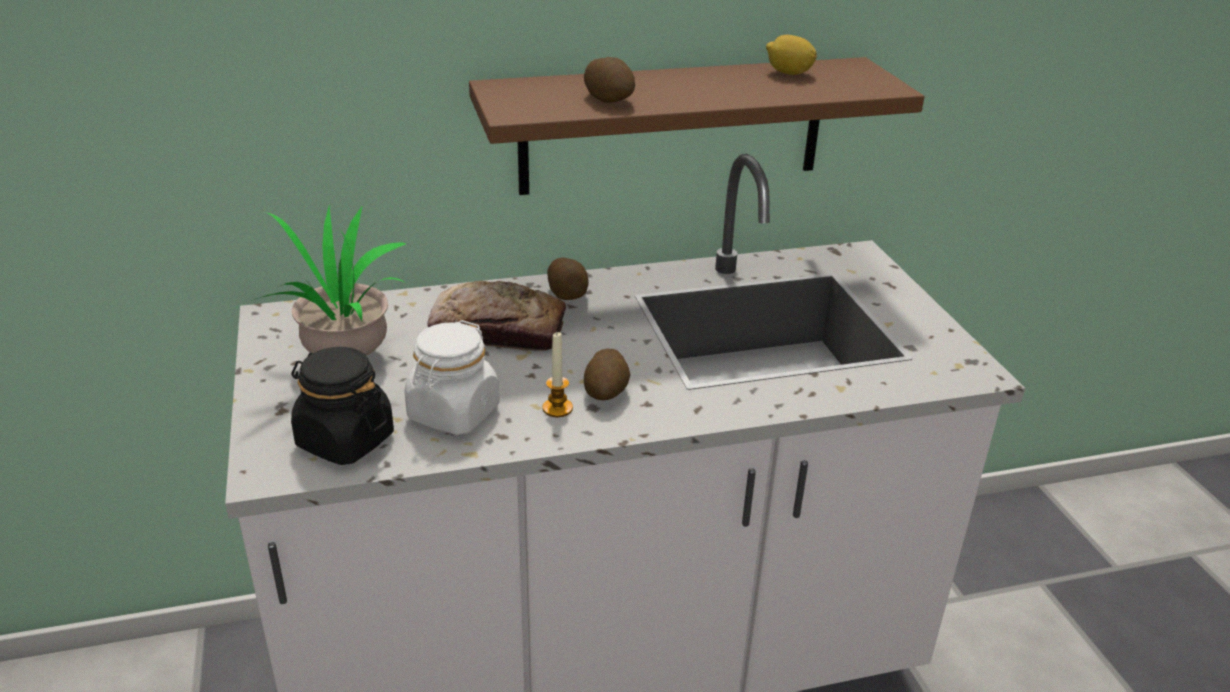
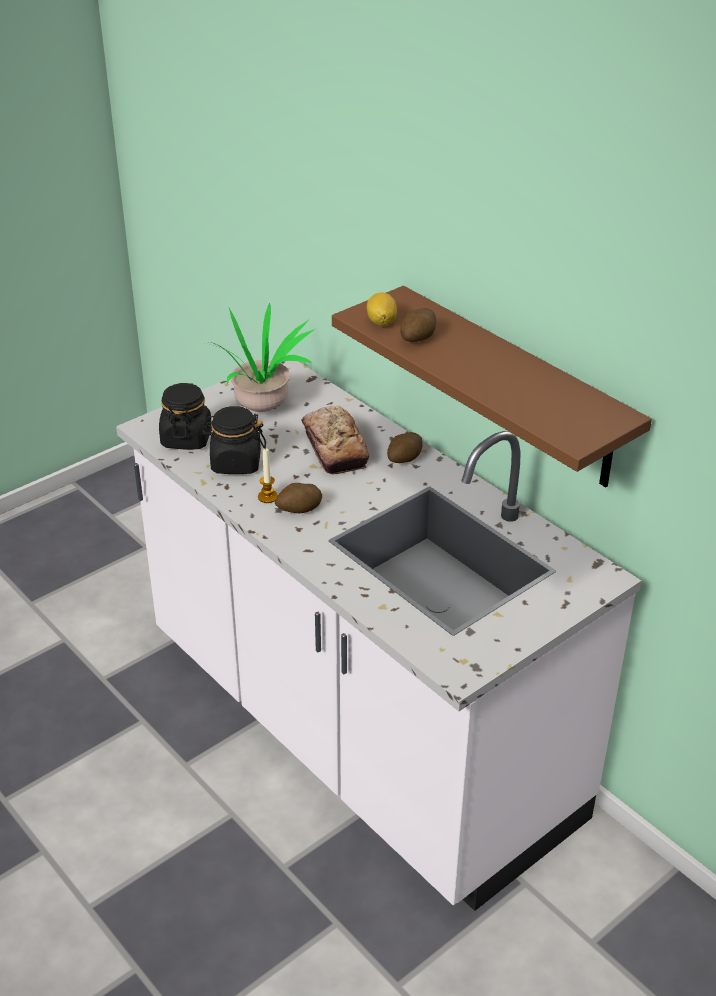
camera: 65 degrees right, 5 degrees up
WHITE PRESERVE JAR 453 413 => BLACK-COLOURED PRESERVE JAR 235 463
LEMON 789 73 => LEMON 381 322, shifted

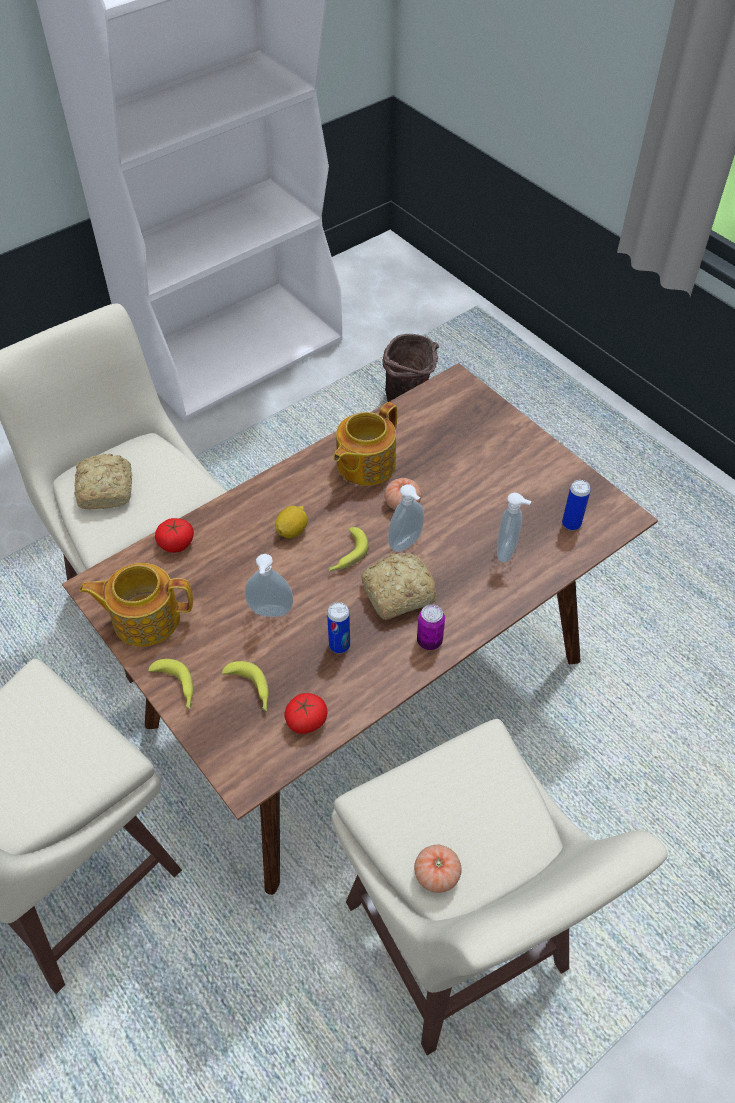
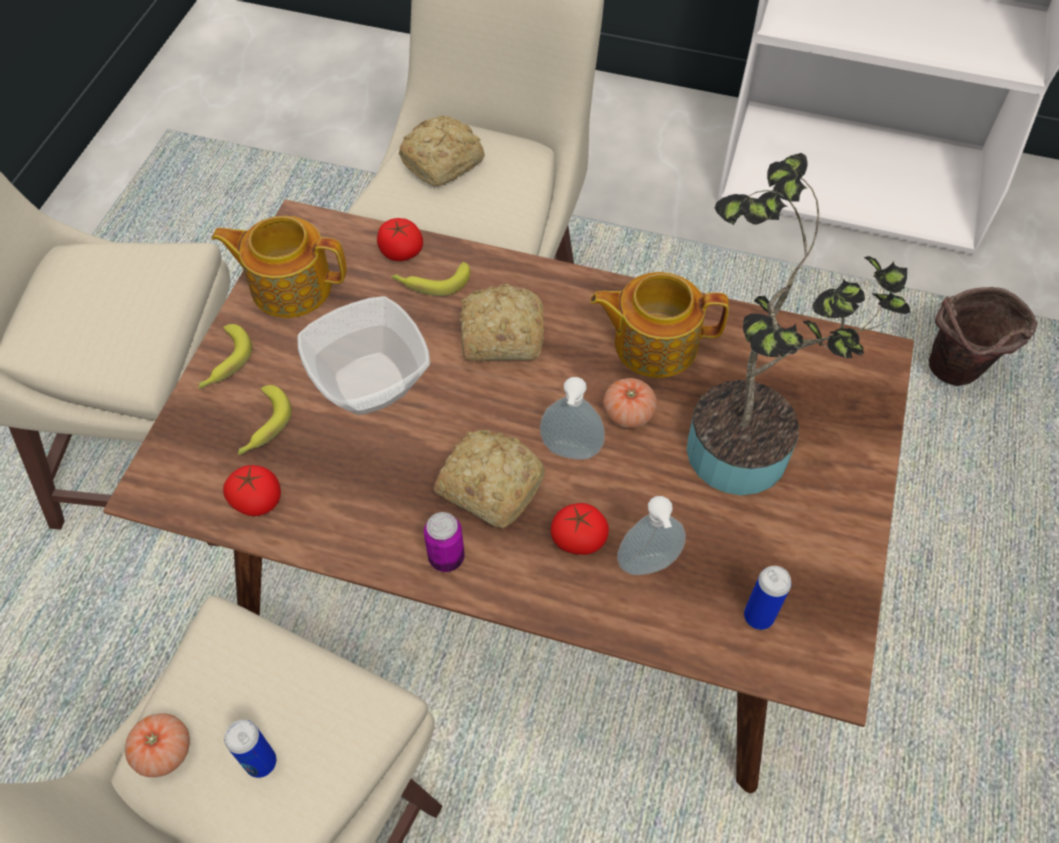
camera: 55 degrees right, 5 degrees up
TEAPOT 145 618 => TEAPOT 290 285, 45 degrees counterclockwise
SOAP DISPENSER 270 613 => SERVING BOWL 372 384
LEMON 292 530 => BAKERY BREAD 499 335
SEALED CAN 339 645 => SEALED CAN 261 762, shifted
WHOLE BANANA 346 555 => WHOLE BANANA 431 282, shifted
nothing => WHOLE TOMATO 578 538
nothing => HOUSEPLANT 749 447

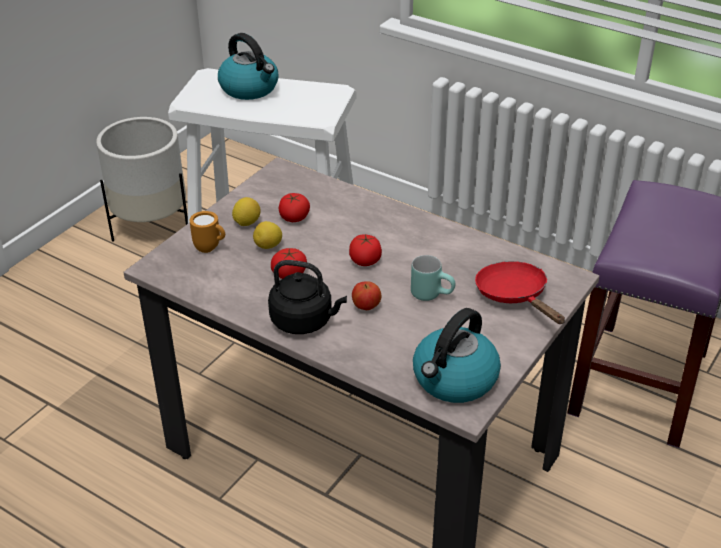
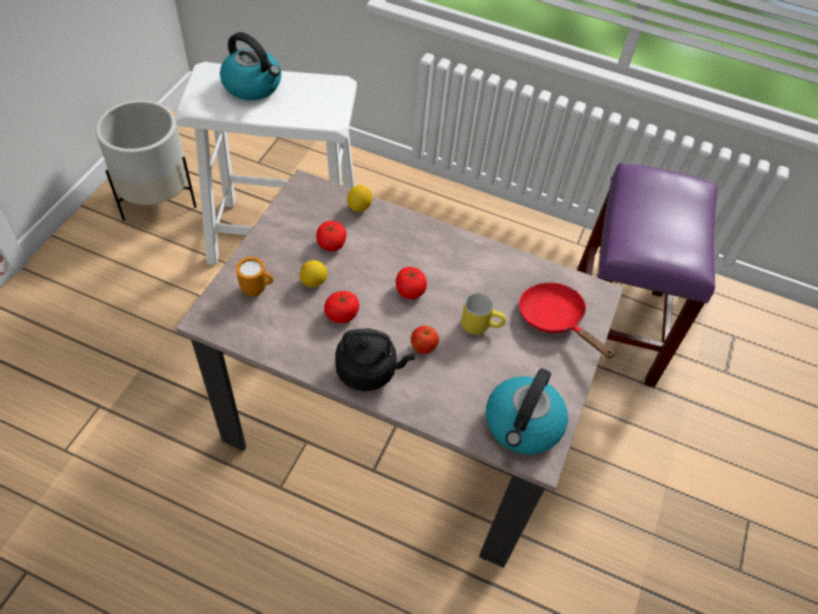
camera: 15 degrees left, 15 degrees up
LEMON 247 222 => LEMON 359 207, shifted
TURQUOISE TEA MUG 432 294 => YELLOWISH TEA MUG 481 325

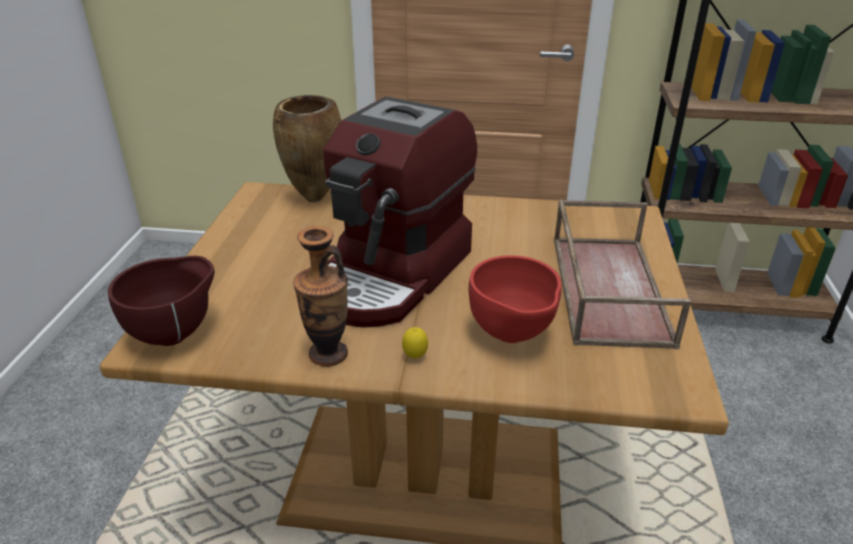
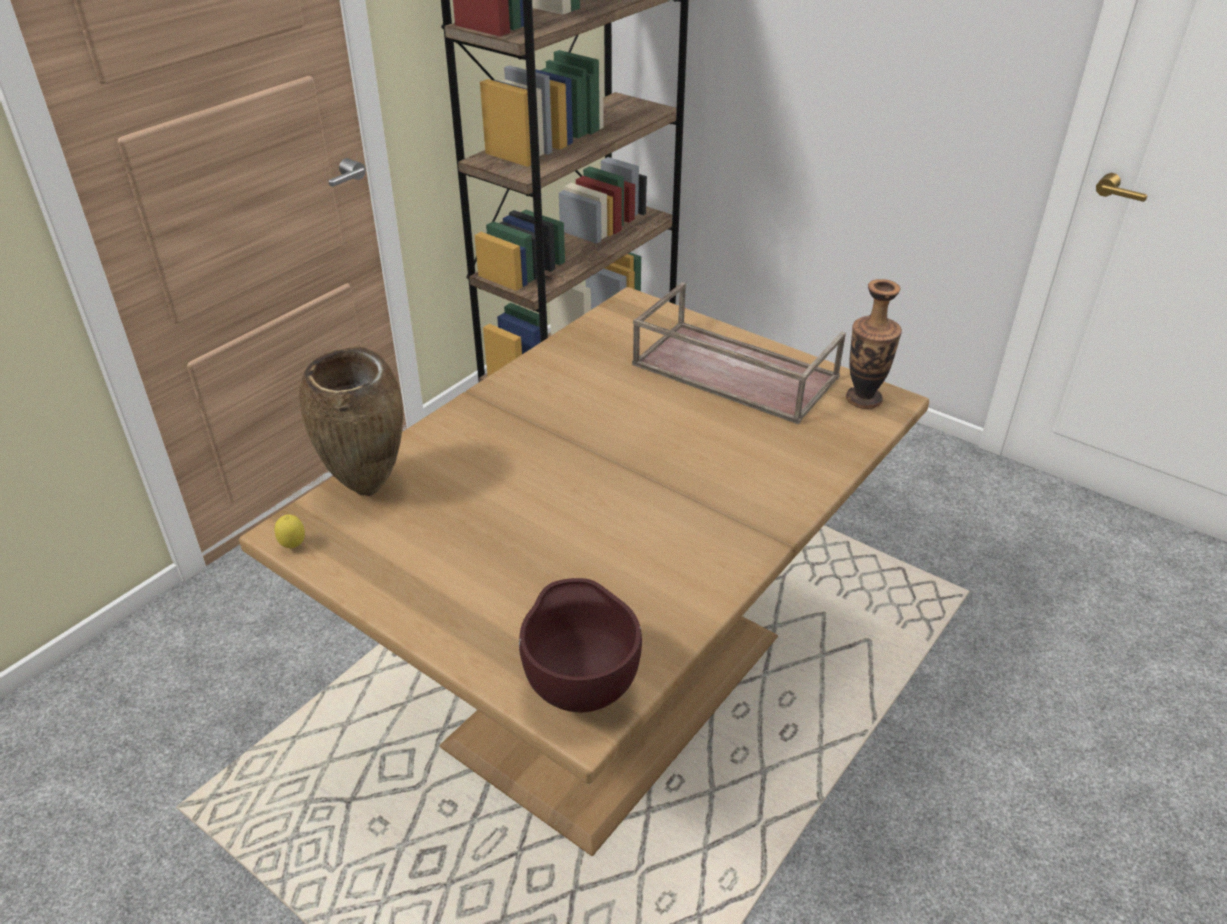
camera: 60 degrees left, 5 degrees up
VASE 328 354 => VASE 863 399, shifted
COFFEE MACHINE 393 275 => nothing
LEMON 415 357 => LEMON 293 546, shifted
RED-COLOURED SERVING BOWL 512 337 => nothing

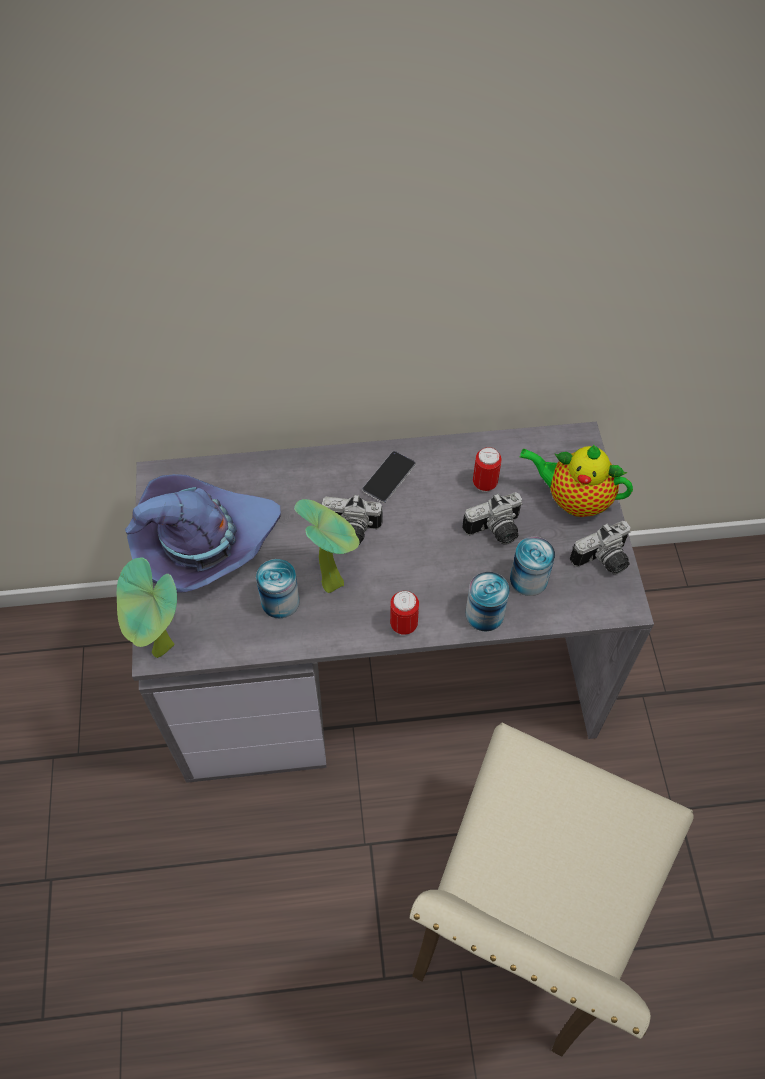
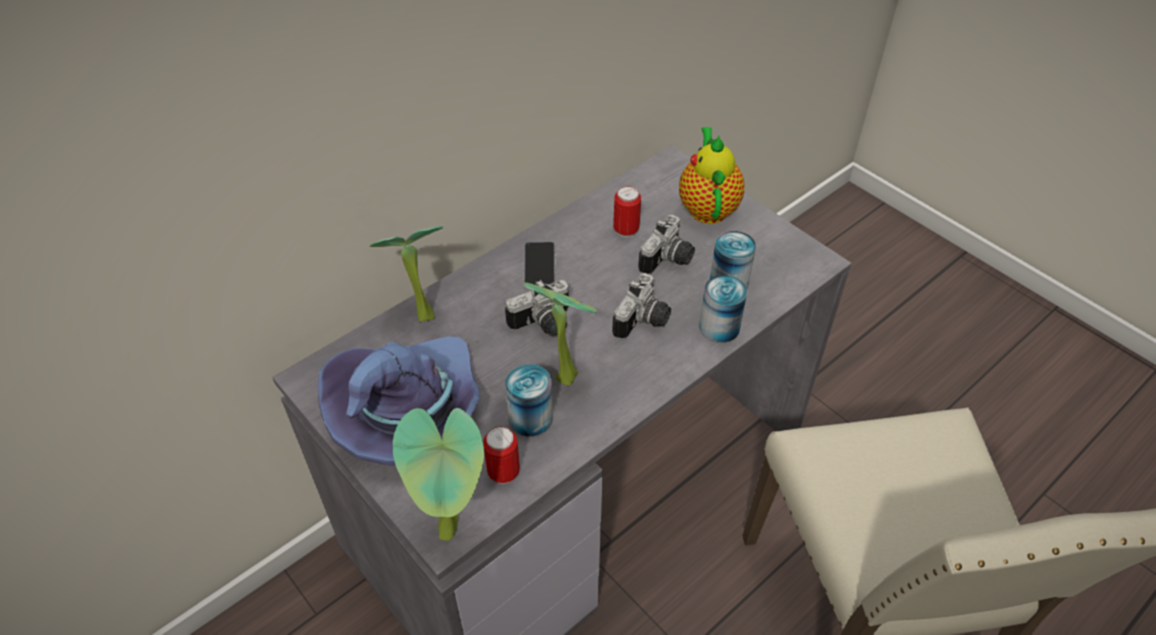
camera: 35 degrees left, 10 degrees down
SEALED CAN 403 625 => SEALED CAN 503 472, shifted
TEAPOT 573 499 => TEAPOT 707 207, 105 degrees clockwise
STILL CAMERA 603 561 => STILL CAMERA 644 322, shifted
nothing => HOUSEPLANT 420 313

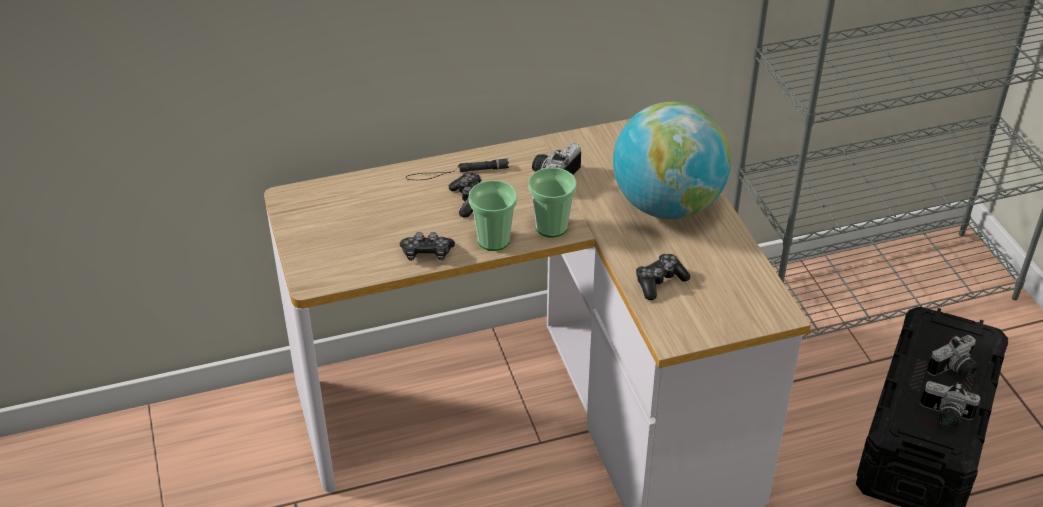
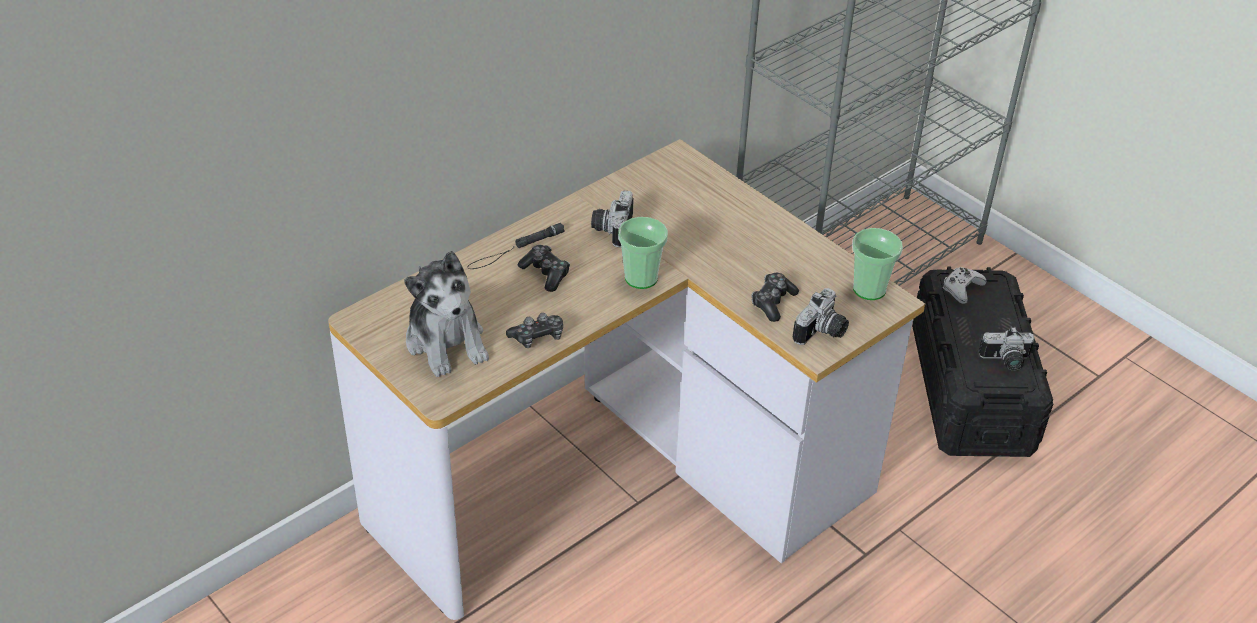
camera: 25 degrees left, 0 degrees up
CUP 493 240 => CUP 869 289, shifted
WORLD GLOBE 667 205 => nothing
STILL CAMERA 955 371 => STILL CAMERA 822 333, shifted
nothing => CUDDLY TOY 447 342
nothing => WHITE GAME CONTROLLER 961 288

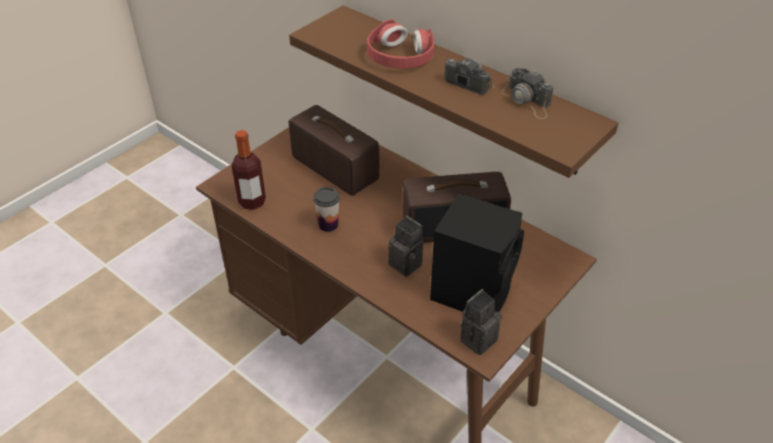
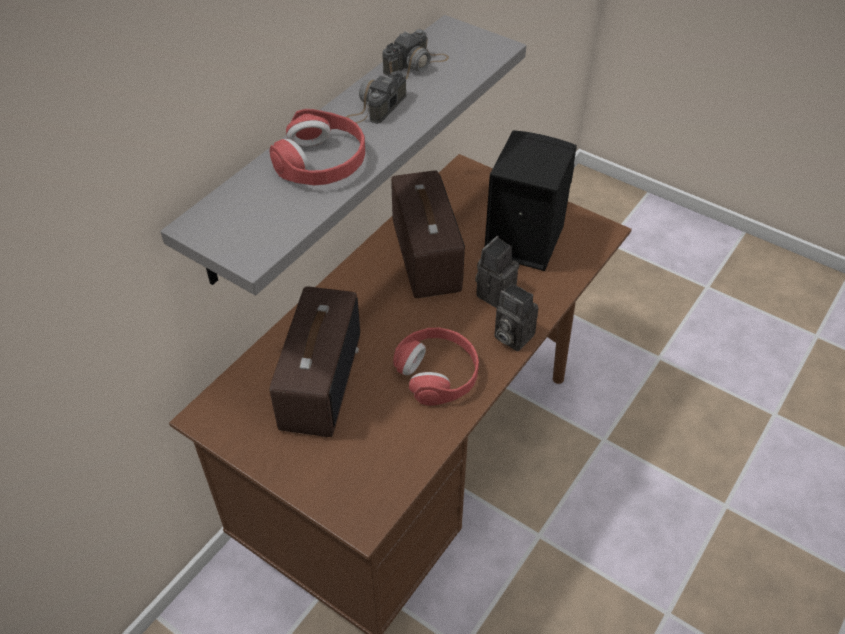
camera: 95 degrees left, 5 degrees up
BEVERAGE BOTTLE 252 202 => nothing
BROWN-COLOURED BRACKET SHELF 464 89 => GREYISH BRACKET SHELF 325 147
RADIO SET 333 168 => RADIO SET 319 380, 150 degrees clockwise
CUP 328 225 => RED-COLOURED PAIR OF HEADPHONES 437 373
STILL CAMERA 477 338 => STILL CAMERA 511 336, shifted

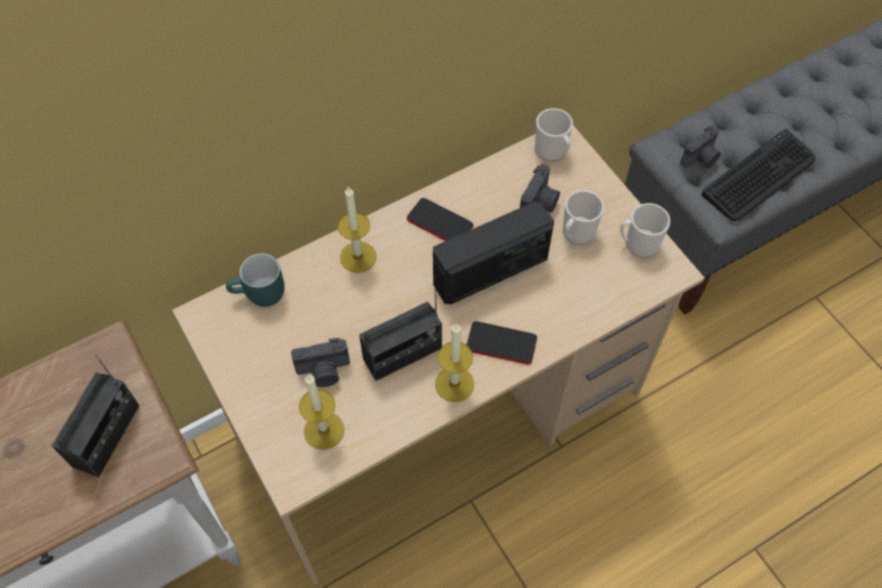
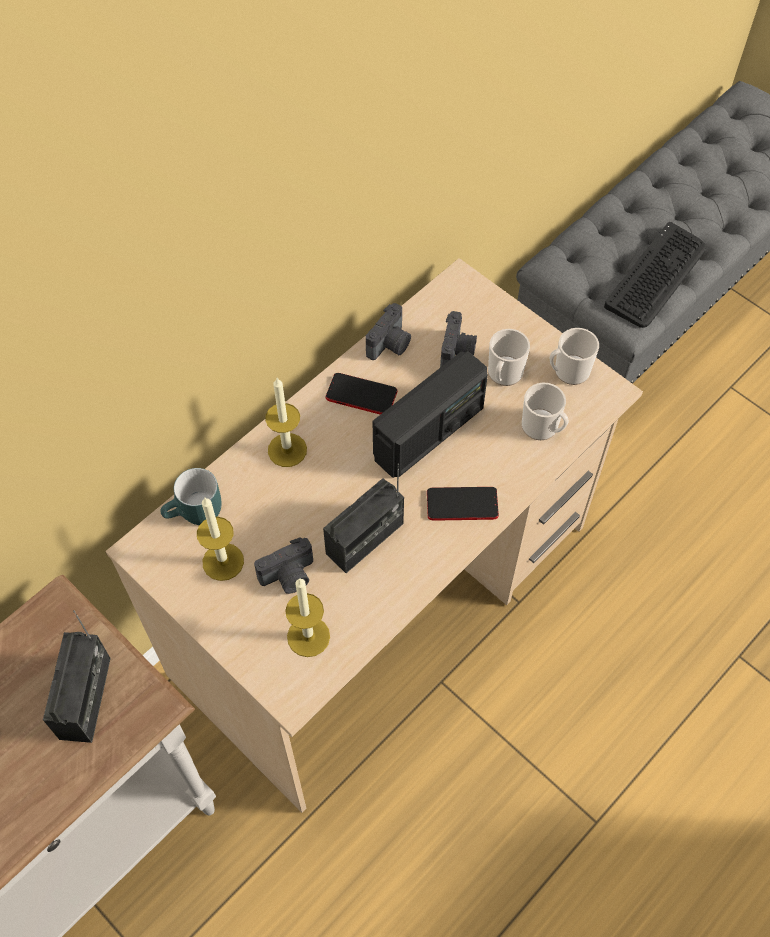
camera: 15 degrees left, 0 degrees up
WAX CANDLE 454 384 => WAX CANDLE 223 561, shifted
TEA MUG 552 151 => TEA MUG 543 428, shifted
STILL CAMERA 701 158 => STILL CAMERA 390 344, shifted

